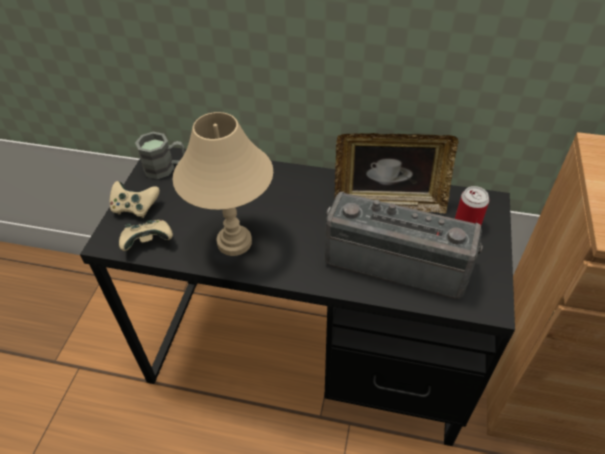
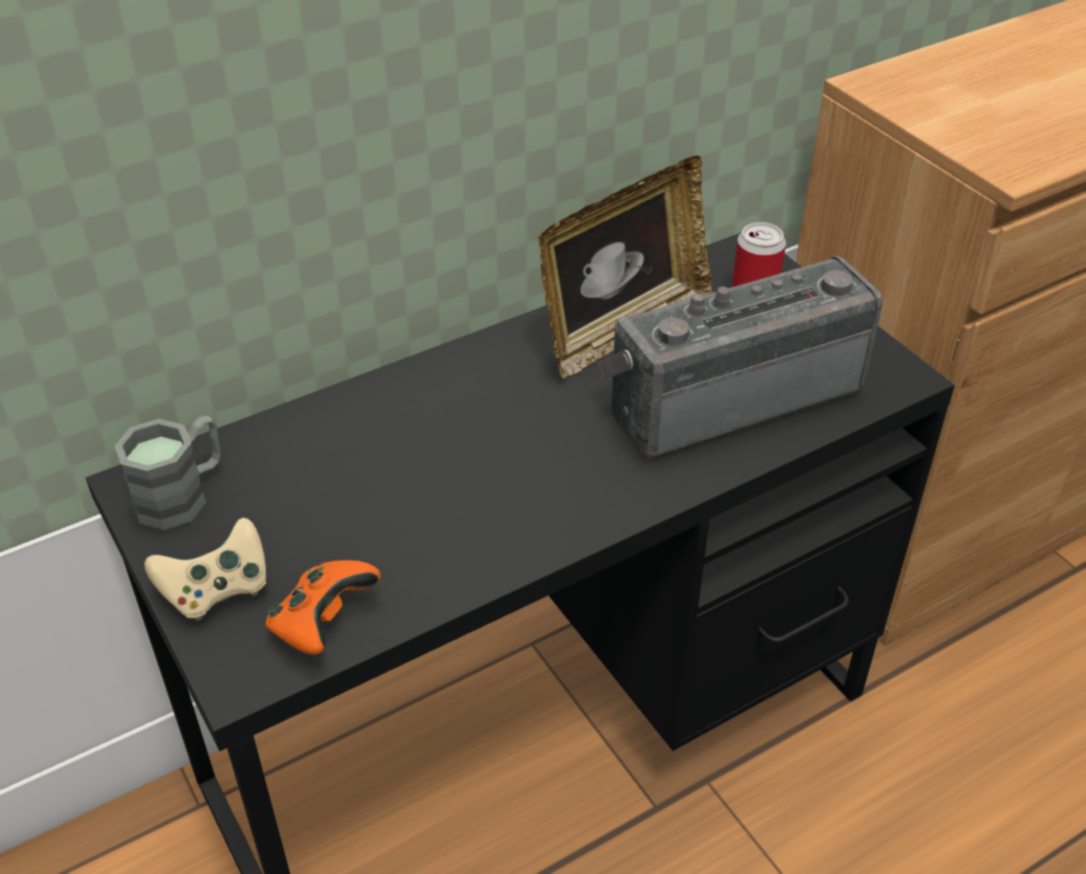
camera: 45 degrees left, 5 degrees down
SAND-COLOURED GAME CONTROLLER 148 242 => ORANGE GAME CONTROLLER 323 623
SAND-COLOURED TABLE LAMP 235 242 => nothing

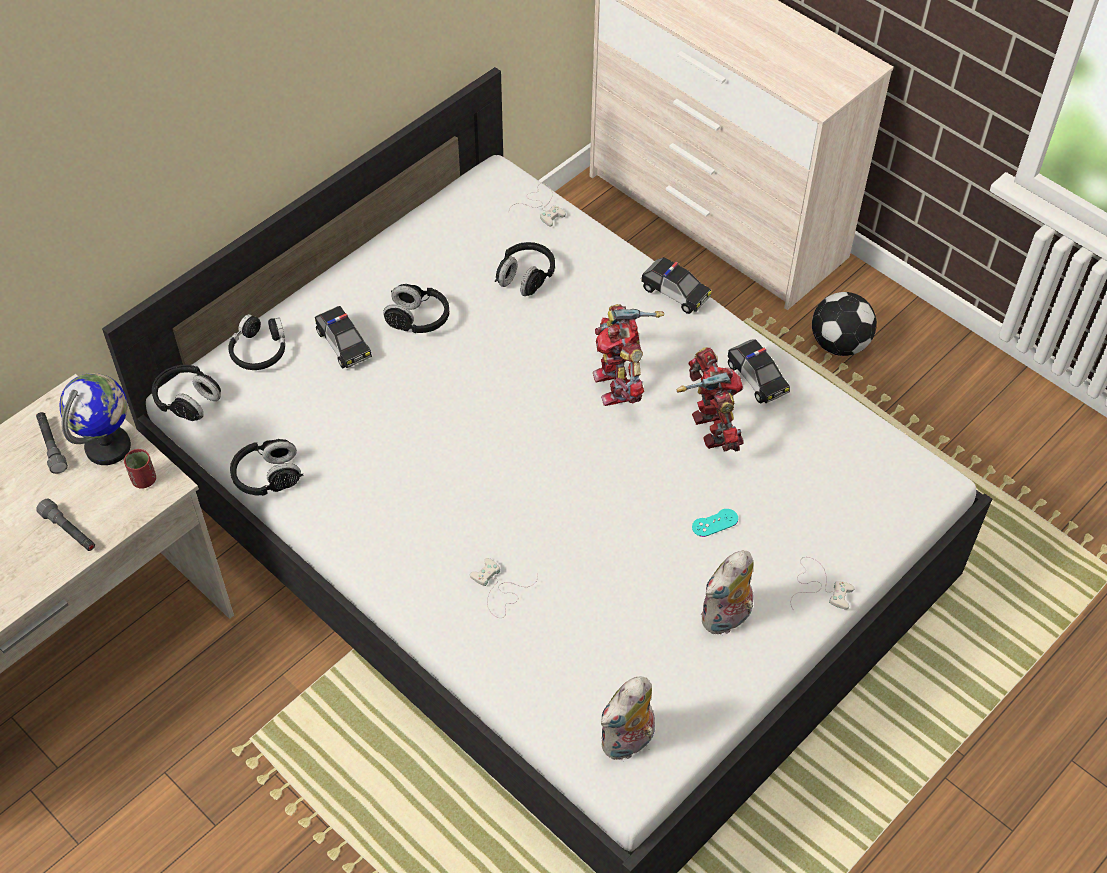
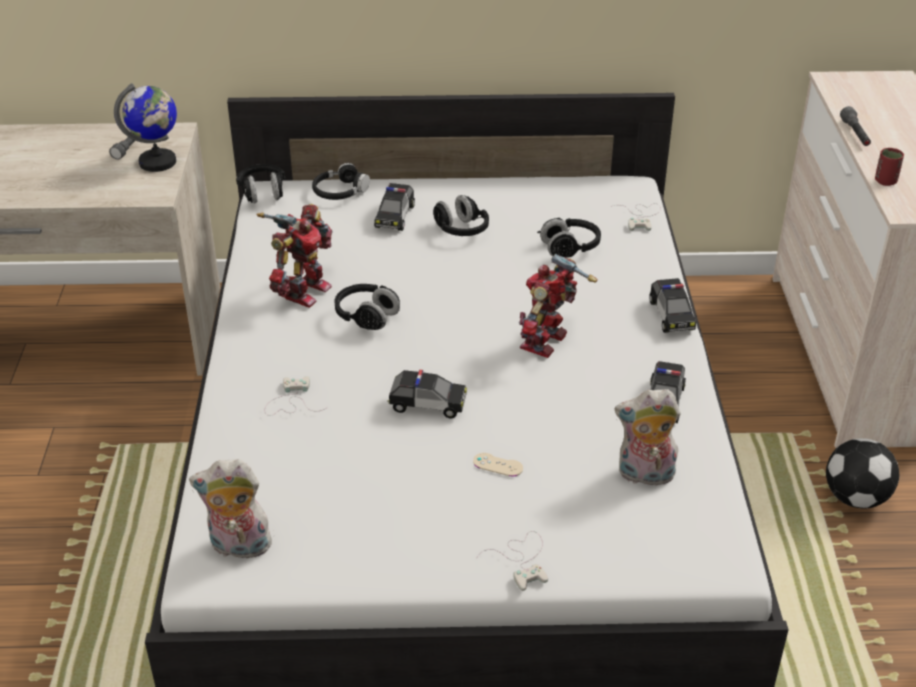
camera: 45 degrees right, 15 degrees down
GREYISH HAND TORCH 69 531 => GREYISH HAND TORCH 855 134, shifted
RED-COLOURED CUP 144 480 => RED-COLOURED CUP 885 181, shifted
BLACK-COLOURED PAIR OF HEADPHONES 268 477 => BLACK-COLOURED PAIR OF HEADPHONES 366 317, shifted
TOY ROBOT 710 430 => TOY ROBOT 304 291, shifted
TURQUOISE GAME CONTROLLER 715 523 => SAND-COLOURED GAME CONTROLLER 498 465
CUDDLY TOY 726 619 => CUDDLY TOY 644 476, shifted
nothing => MINIATURE CAR 427 404

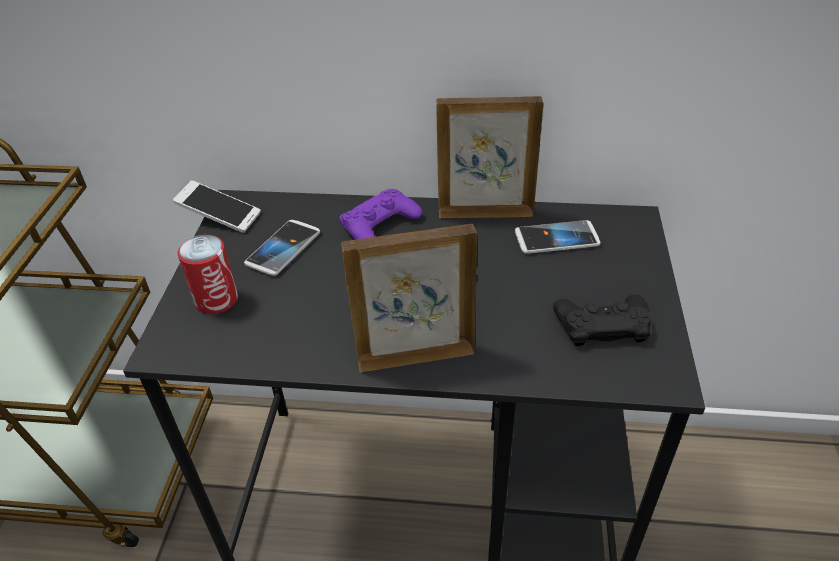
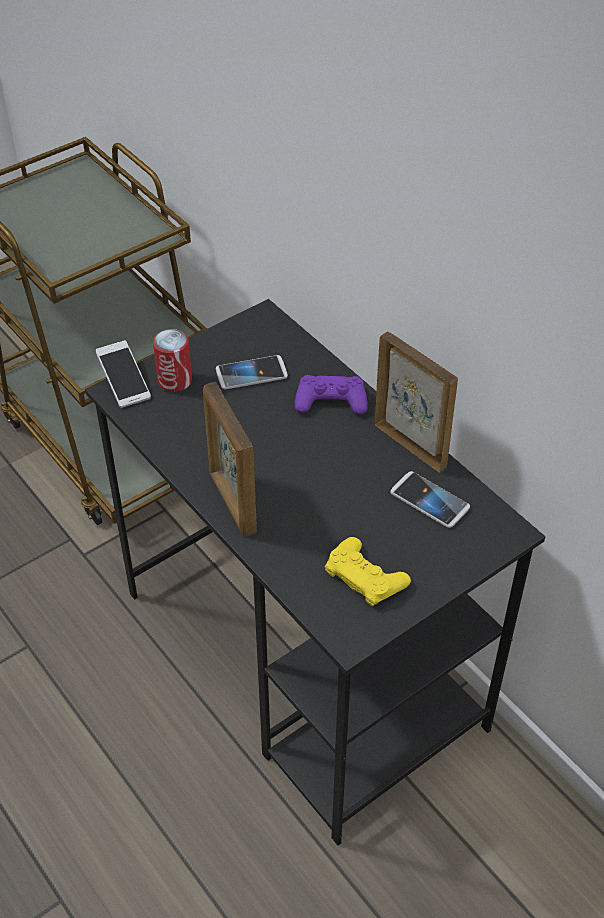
camera: 45 degrees right, 5 degrees up
TELEPHONE 220 216 => TELEPHONE 124 382, shifted
STANDING FRAME 415 356 => STANDING FRAME 232 503, 150 degrees counterclockwise
BLACK-COLOURED GAME CONTROLLER 602 325 => YELLOWISH GAME CONTROLLER 365 577

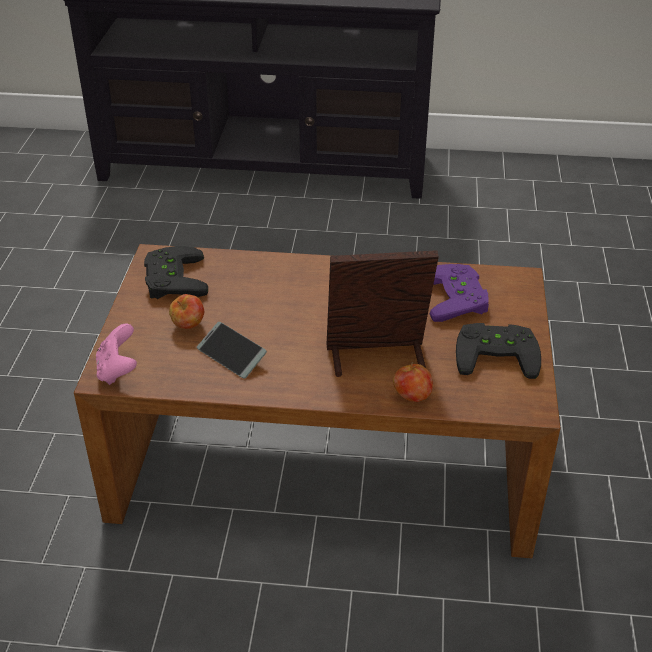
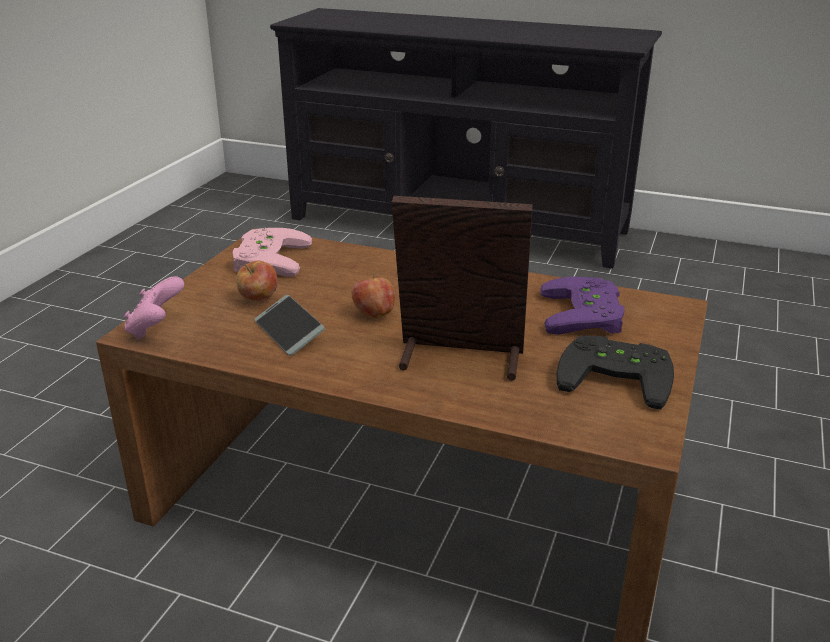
camera: 15 degrees right, 10 degrees down
BLACK-COLOURED GAME CONTROLLER 170 279 => PINK GAME CONTROLLER 266 258
WHOLE APPLE 411 396 => WHOLE APPLE 374 315, shifted

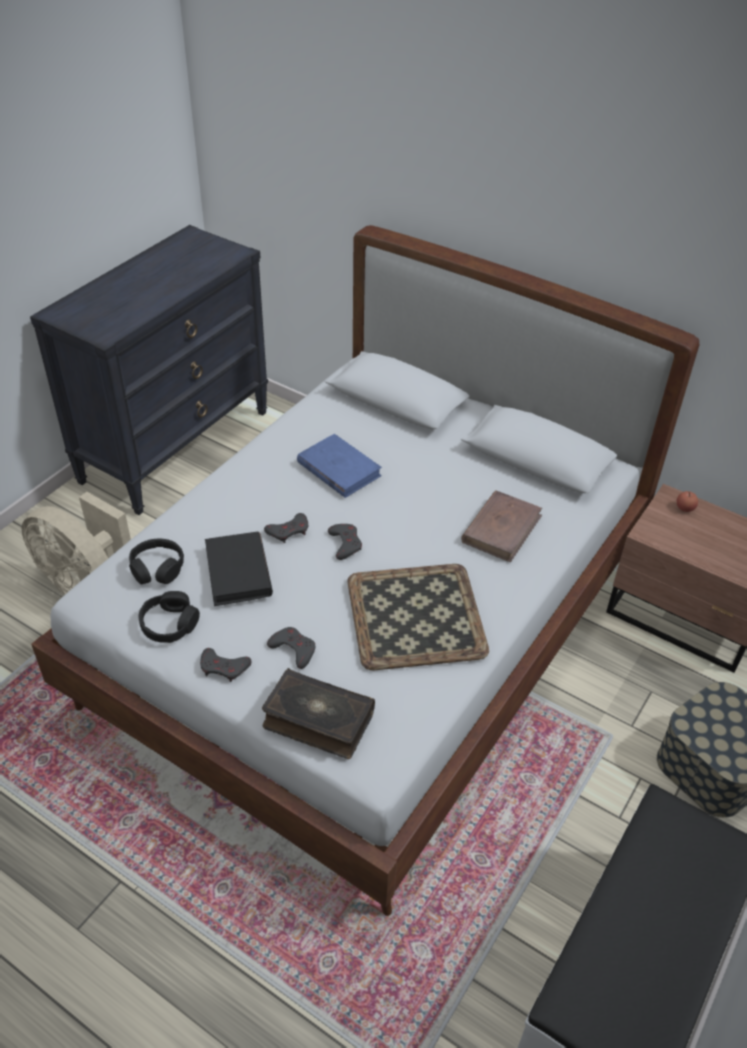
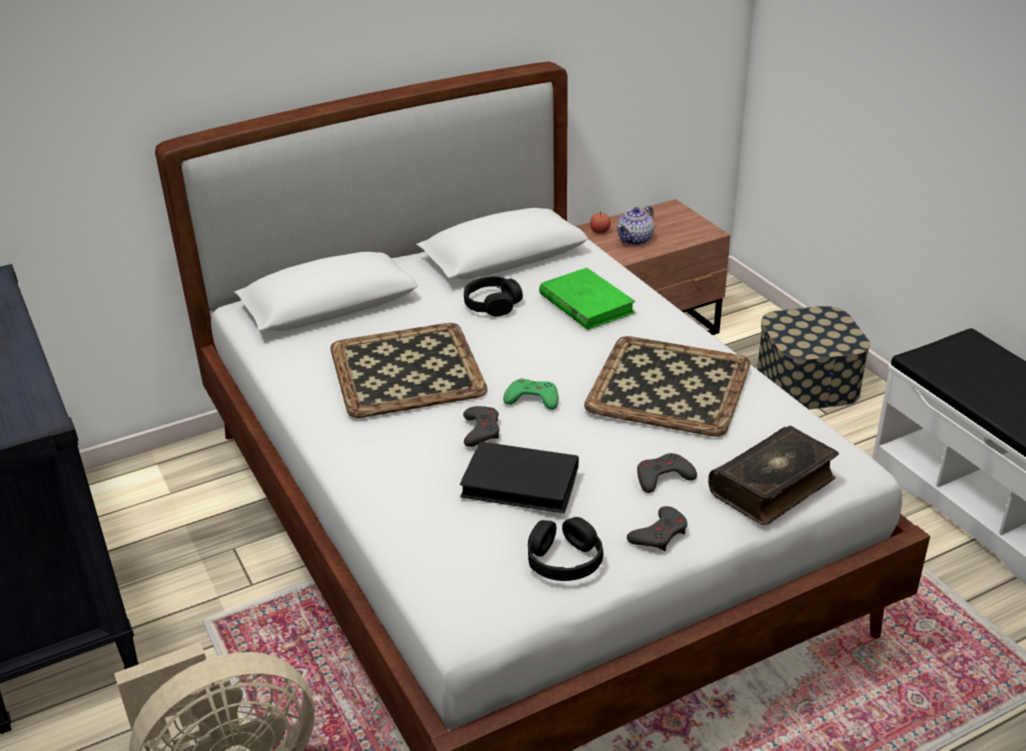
camera: 60 degrees left, 10 degrees down
BLACK-COLOURED PAIR OF HEADPHONES 157 568 => BLACK-COLOURED PAIR OF HEADPHONES 492 304, shifted
BLUE-COLOURED BOOK 338 469 => SERVING TRAY 408 371
GREYISH GAME CONTROLLER 345 544 => GREEN-COLOURED GAME CONTROLLER 532 399
BROWN-COLOURED BOOK 501 529 => GREEN-COLOURED BOOK 586 303
nothing => TEAPOT 635 239

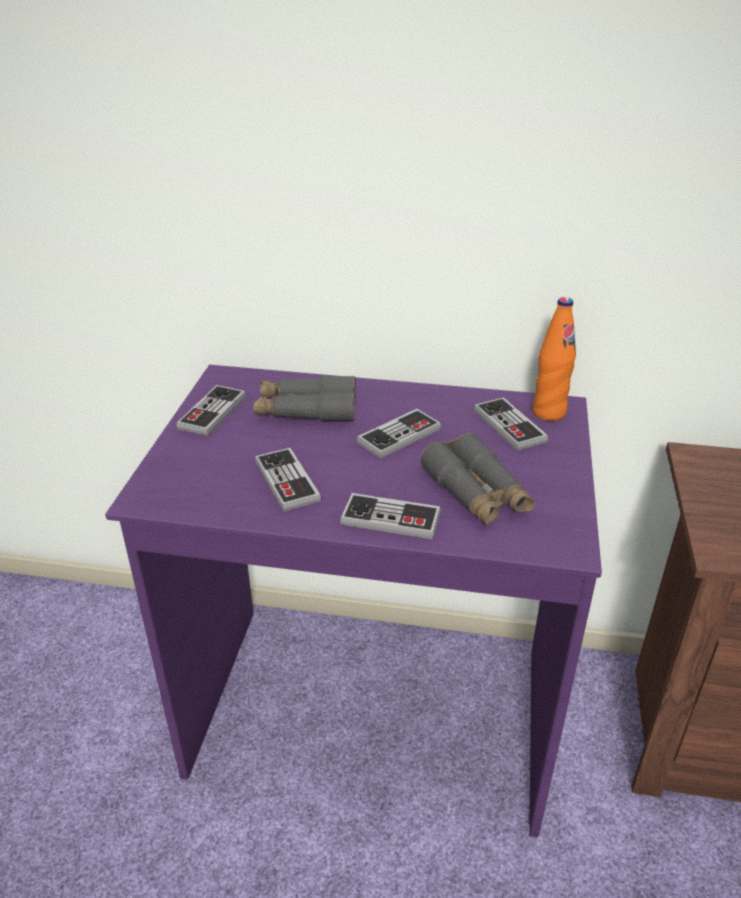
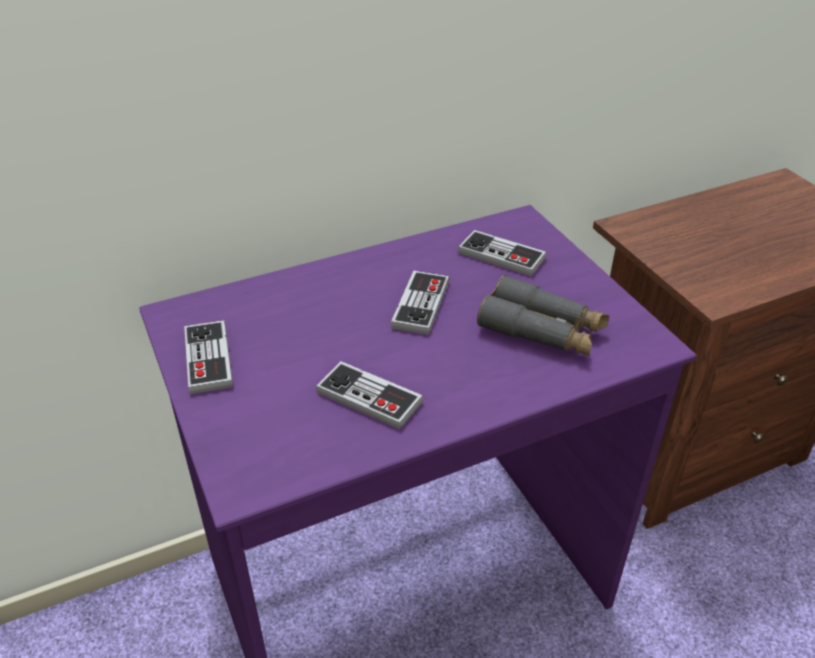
camera: 35 degrees left, 5 degrees up
GREYISH FIELD GLASSES 306 410 => nothing
GAME CONTROLLER 390 519 => nothing
ORANGE BEVERAGE BOTTLE 548 412 => nothing

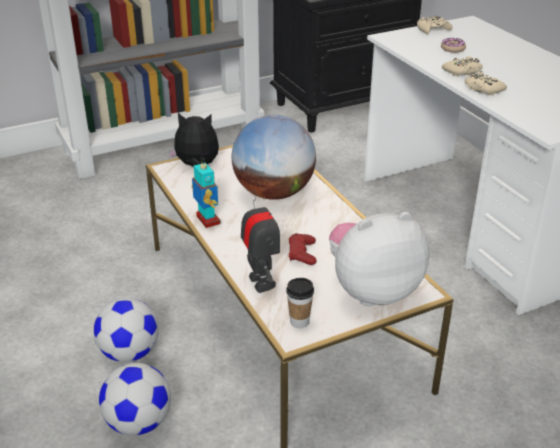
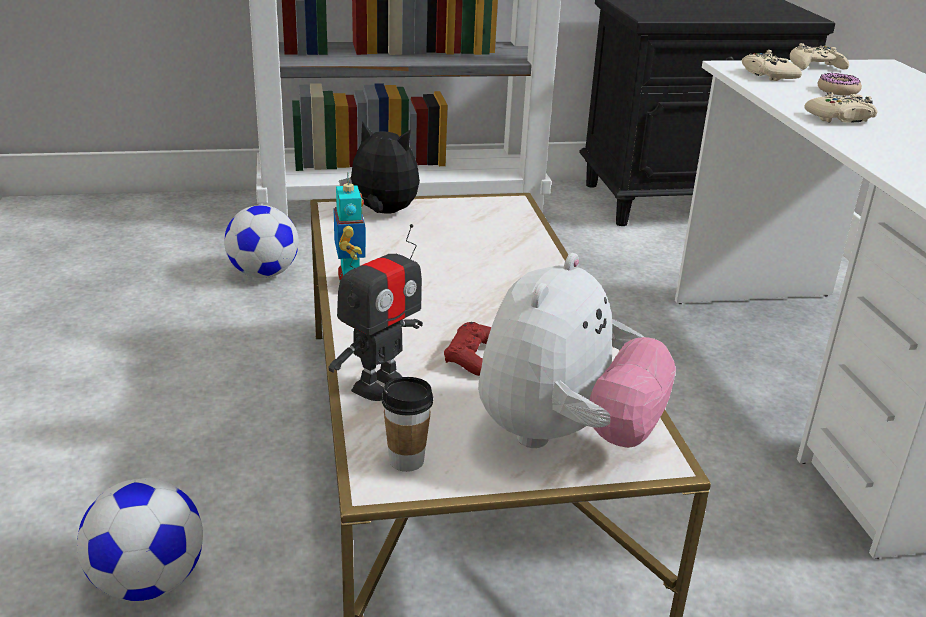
camera: 15 degrees right, 5 degrees down
FOOTBALL BALL 129 353 => FOOTBALL BALL 263 273, shifted
WORLD GLOBE 274 193 => nothing
TOY ROBOT 261 282 => TOY ROBOT 379 385, 45 degrees clockwise
CUDDLY TOY 372 290 => CUDDLY TOY 564 437, 120 degrees clockwise
SAND-COLOURED GAME CONTROLLER 483 89 => SAND-COLOURED GAME CONTROLLER 767 75, shifted

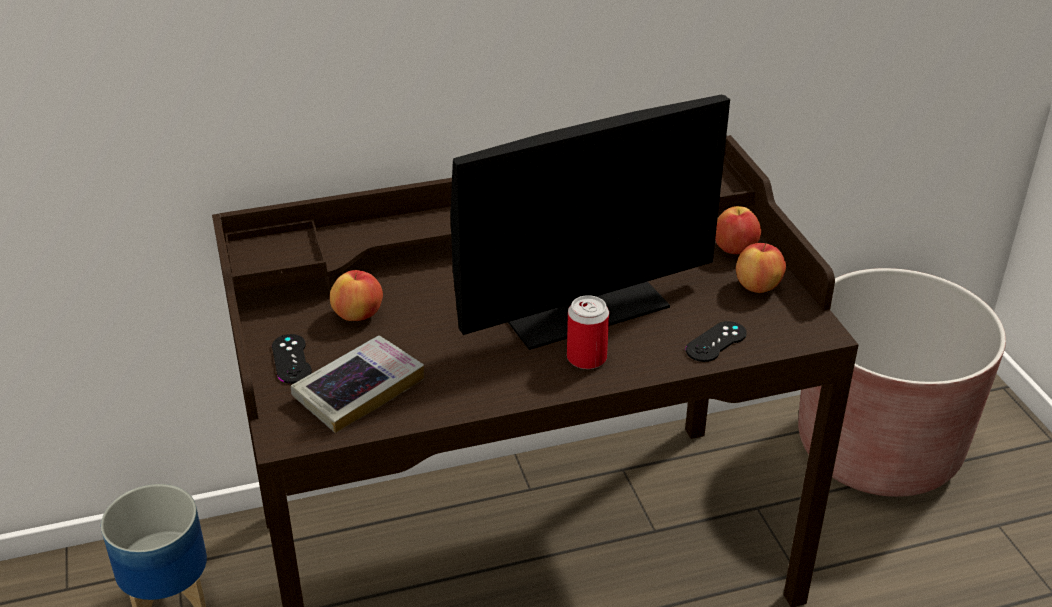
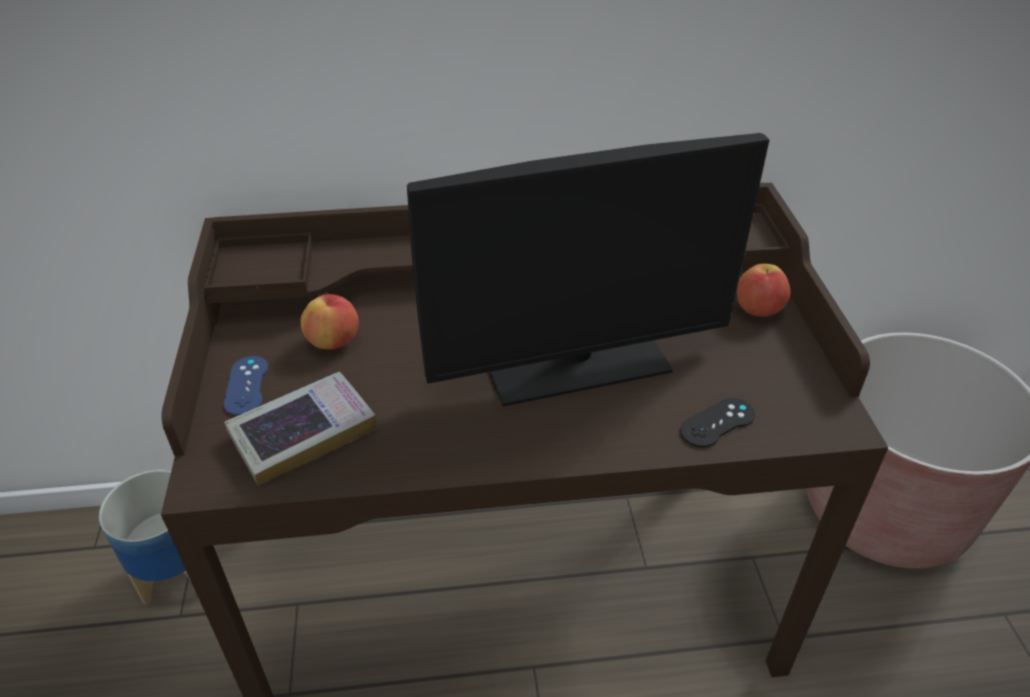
camera: 10 degrees right, 5 degrees up
BLACK-COLOURED GAME CONTROLLER 291 359 => BLUE-COLOURED GAME CONTROLLER 246 385
SEALED CAN 586 358 => nothing
WHOLE APPLE 757 286 => nothing

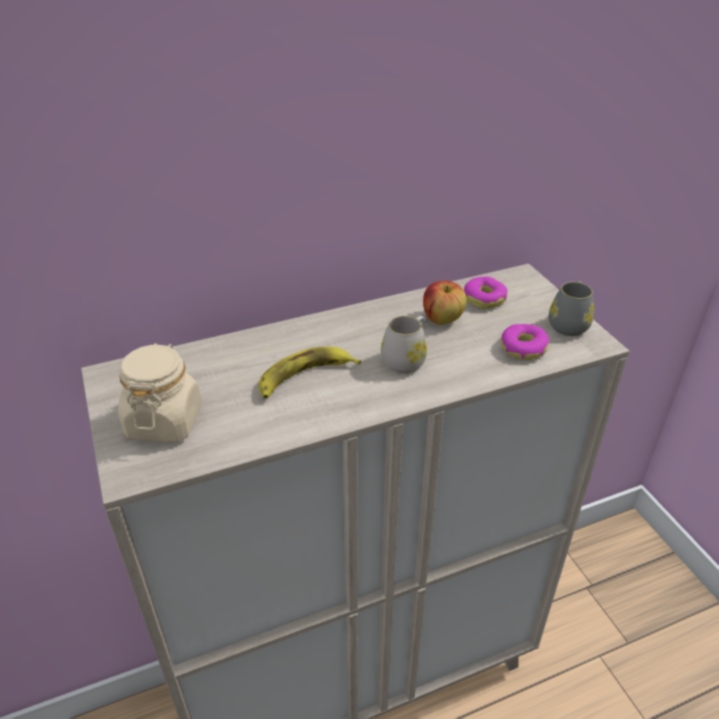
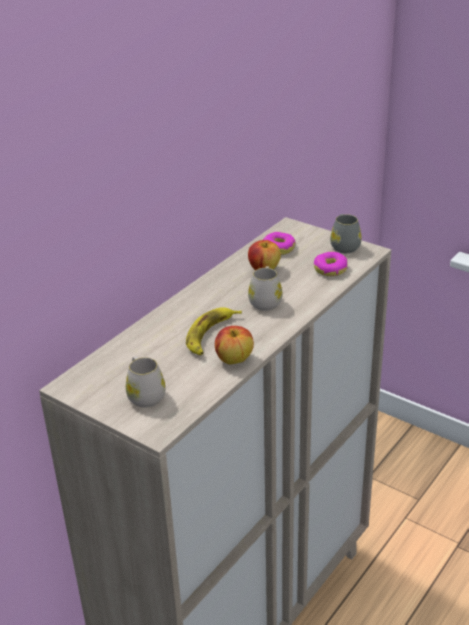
camera: 30 degrees left, 5 degrees down
SAND-COLOURED PRESERVE JAR 164 421 => WHITE TEA MUG 144 395
nothing => WHOLE APPLE 234 359

